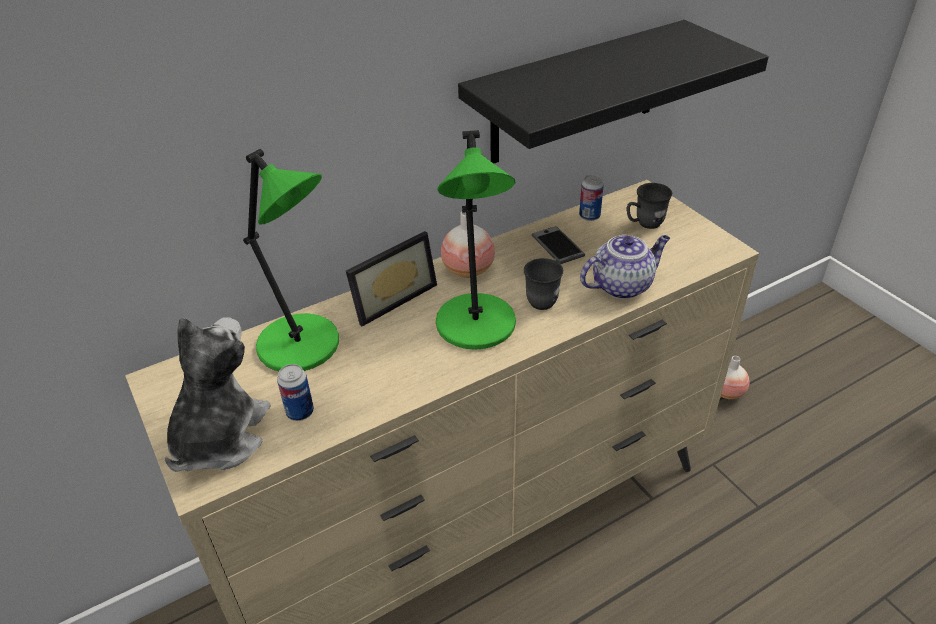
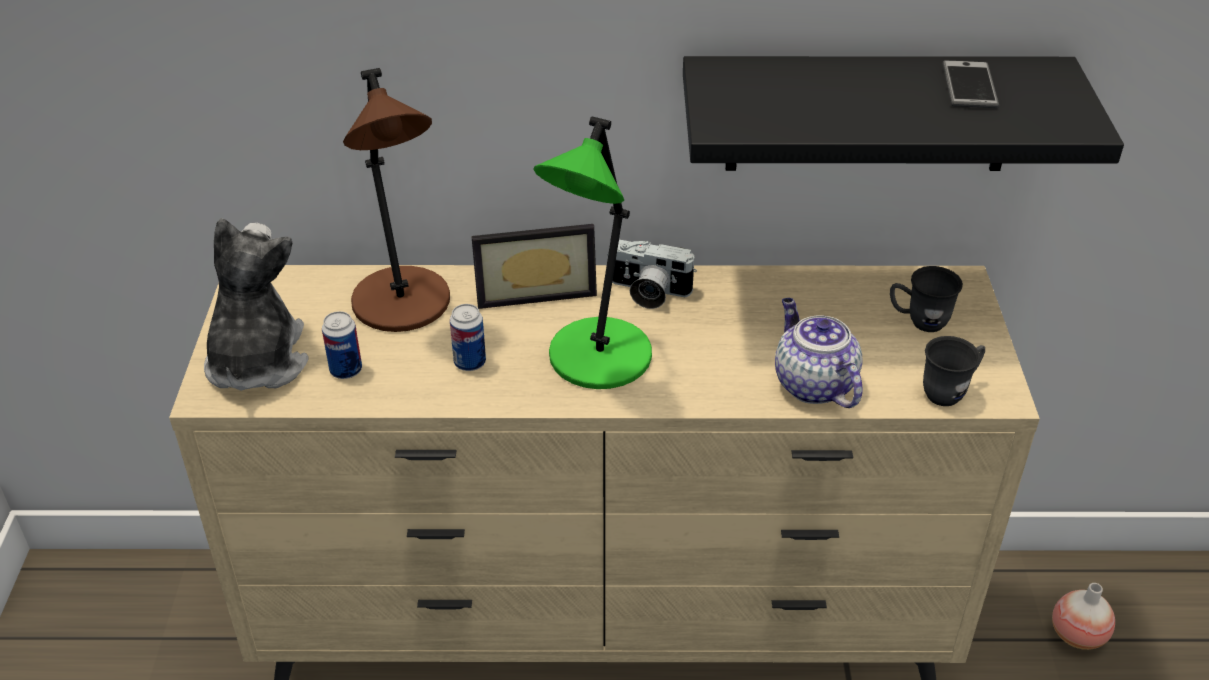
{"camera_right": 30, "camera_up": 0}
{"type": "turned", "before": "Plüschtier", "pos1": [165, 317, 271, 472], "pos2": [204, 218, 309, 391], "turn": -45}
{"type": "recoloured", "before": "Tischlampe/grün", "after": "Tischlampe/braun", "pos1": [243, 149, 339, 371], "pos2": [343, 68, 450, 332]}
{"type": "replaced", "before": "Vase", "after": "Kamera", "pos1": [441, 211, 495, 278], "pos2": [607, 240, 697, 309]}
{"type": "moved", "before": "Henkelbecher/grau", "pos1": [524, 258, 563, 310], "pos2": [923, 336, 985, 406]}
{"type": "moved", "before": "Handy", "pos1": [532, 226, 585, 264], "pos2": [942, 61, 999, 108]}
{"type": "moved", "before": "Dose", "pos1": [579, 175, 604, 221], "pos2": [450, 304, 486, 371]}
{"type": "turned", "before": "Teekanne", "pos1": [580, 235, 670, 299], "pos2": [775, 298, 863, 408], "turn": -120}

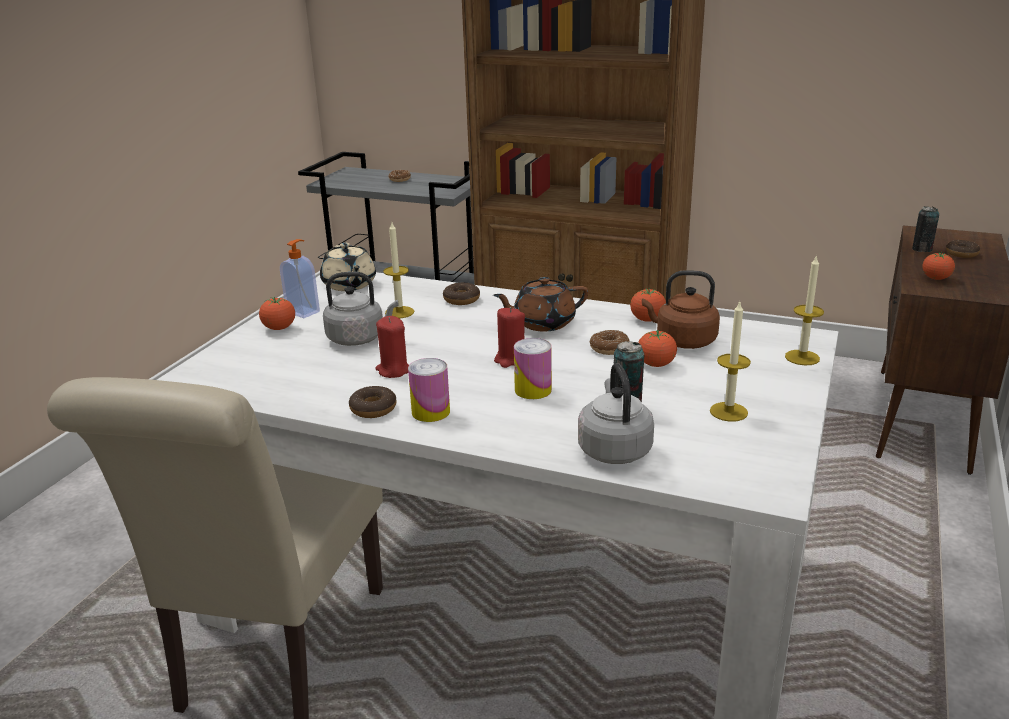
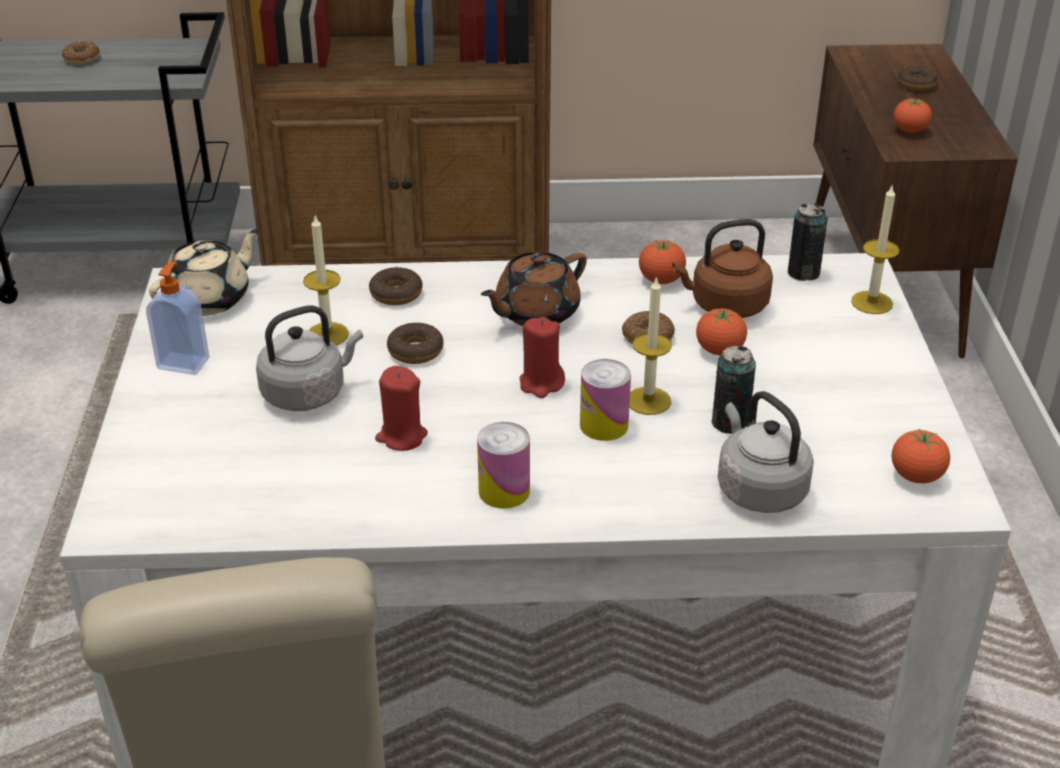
{"camera_right": -25, "camera_up": 10}
{"type": "moved", "before": "Tomate", "pos1": [259, 297, 295, 330], "pos2": [892, 429, 950, 483]}
{"type": "turned", "before": "Teekanne/beige", "pos1": [320, 243, 376, 291], "pos2": [149, 229, 260, 316], "turn": -90}
{"type": "moved", "before": "Donut", "pos1": [349, 386, 397, 418], "pos2": [387, 323, 443, 364]}
{"type": "moved", "before": "Kerze", "pos1": [710, 302, 751, 422], "pos2": [629, 276, 672, 415]}
{"type": "moved", "before": "Dose", "pos1": [912, 206, 939, 252], "pos2": [788, 203, 828, 281]}

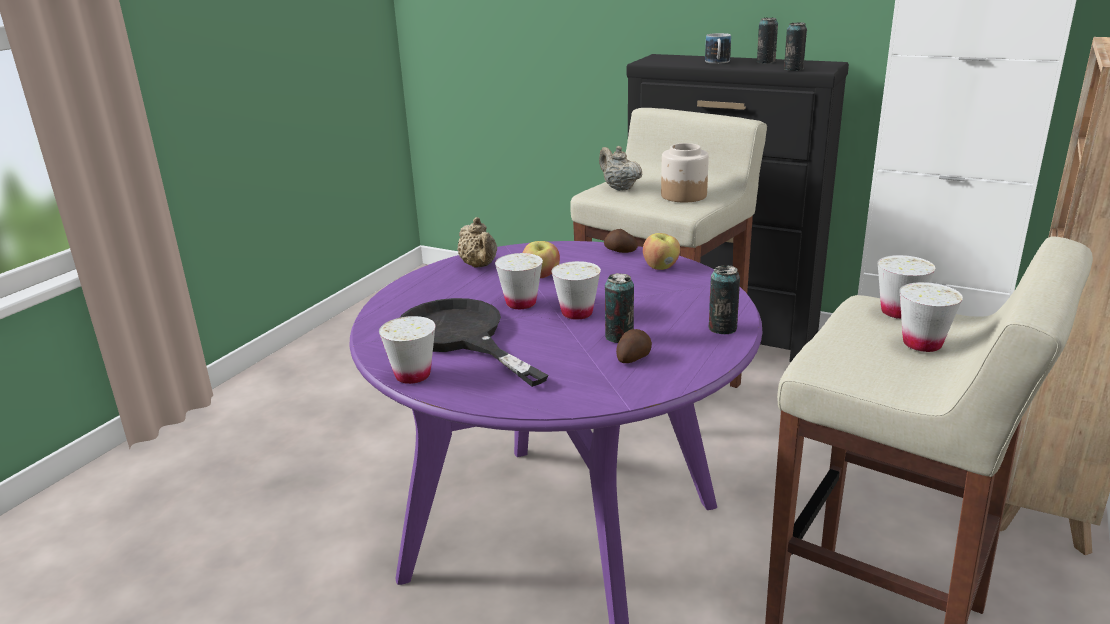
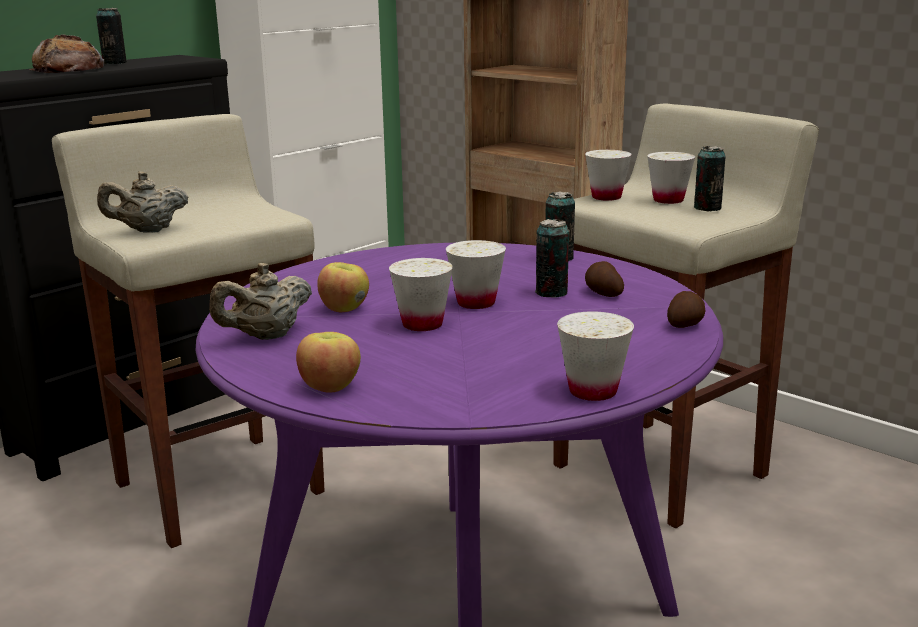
{"camera_right": -75, "camera_up": -5}
{"type": "removed", "before": "Pfanne/schwarz", "pos1": [400, 298, 548, 387]}
{"type": "turned", "before": "Teekanne/beige", "pos1": [457, 217, 497, 268], "pos2": [209, 263, 312, 340], "turn": 150}
{"type": "moved", "before": "Kartoffel", "pos1": [604, 229, 638, 253], "pos2": [667, 291, 705, 328]}
{"type": "moved", "before": "Apfel", "pos1": [643, 233, 680, 270], "pos2": [296, 332, 361, 393]}
{"type": "removed", "before": "Vorratsglas", "pos1": [661, 143, 709, 203]}
{"type": "replaced", "before": "Henkelbecher", "after": "Brot", "pos1": [705, 33, 731, 64], "pos2": [30, 34, 104, 73]}
{"type": "moved", "before": "Dose", "pos1": [784, 22, 807, 71], "pos2": [694, 146, 725, 212]}

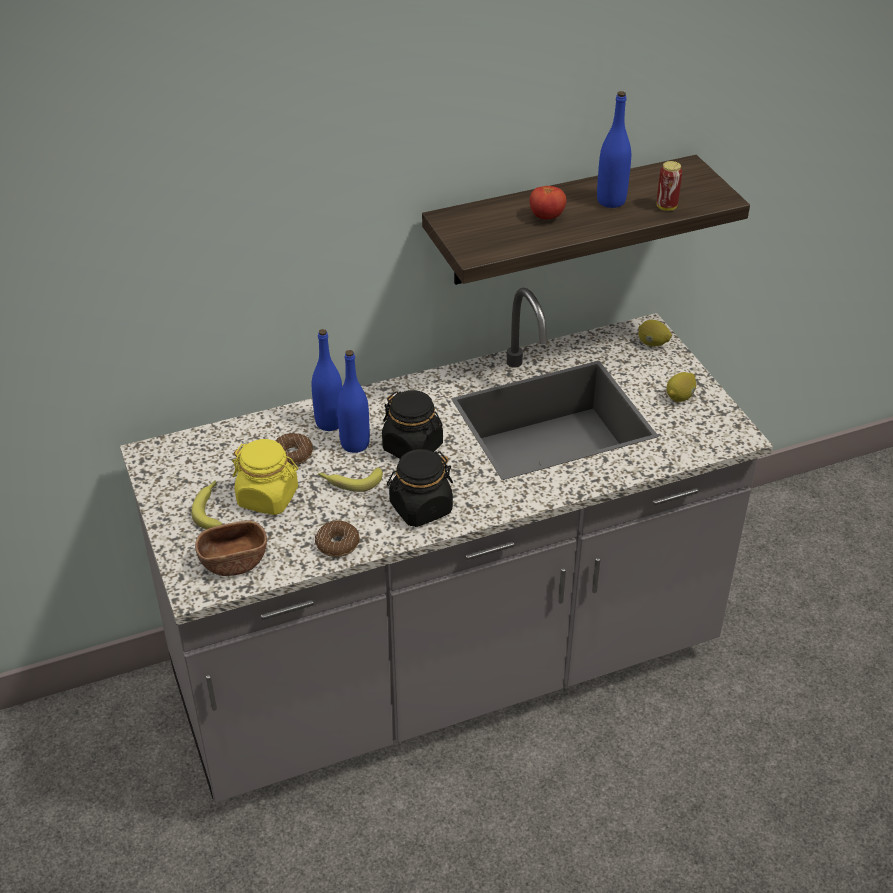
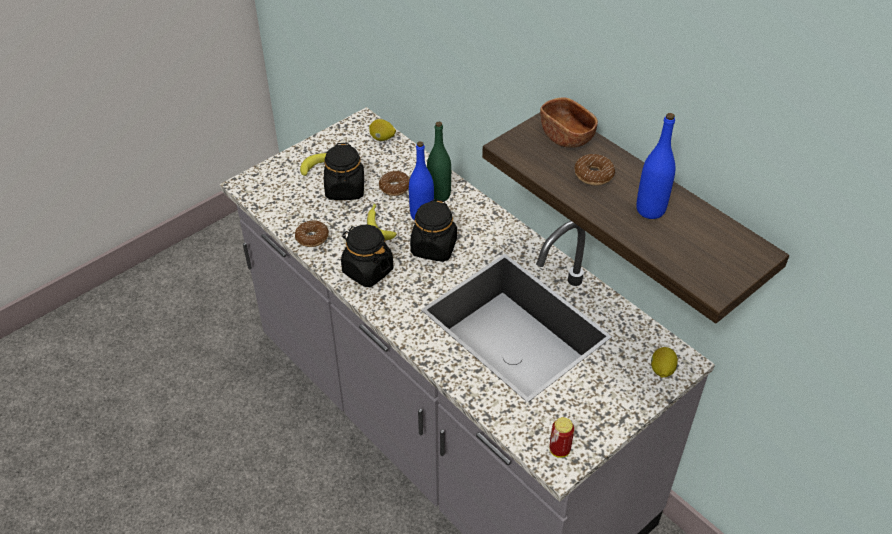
{"camera_right": 70, "camera_up": 5}
{"type": "moved", "before": "Schüssel/braun", "pos1": [195, 521, 267, 576], "pos2": [540, 97, 598, 147]}
{"type": "recoloured", "before": "Vorratsglas/gelb", "after": "Vorratsglas/schwarz", "pos1": [232, 439, 298, 515], "pos2": [324, 143, 364, 200]}
{"type": "recoloured", "before": "Flasche/blau", "after": "Flasche/grün", "pos1": [312, 329, 342, 431], "pos2": [427, 122, 451, 202]}
{"type": "replaced", "before": "Tomate", "after": "Donut", "pos1": [530, 186, 566, 220], "pos2": [574, 154, 615, 186]}
{"type": "moved", "before": "Dose", "pos1": [657, 161, 682, 211], "pos2": [549, 417, 574, 458]}
{"type": "moved", "before": "Zitrone", "pos1": [666, 372, 696, 402], "pos2": [369, 119, 396, 141]}

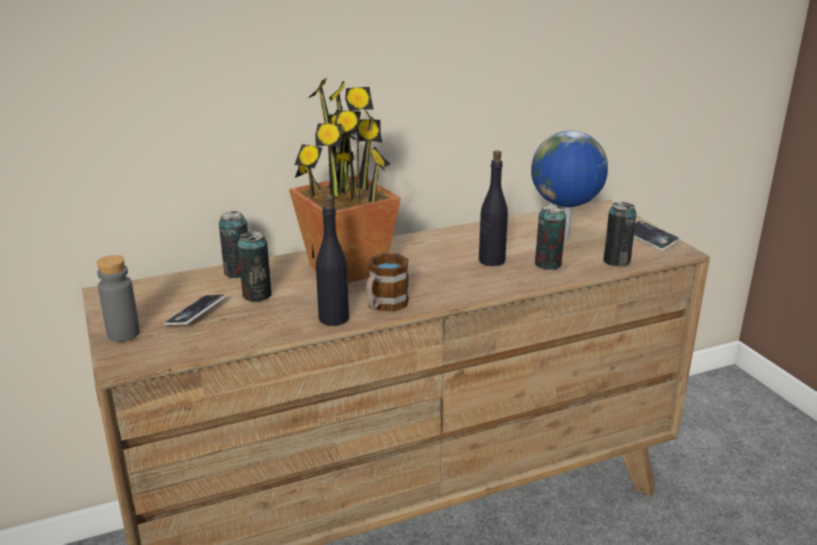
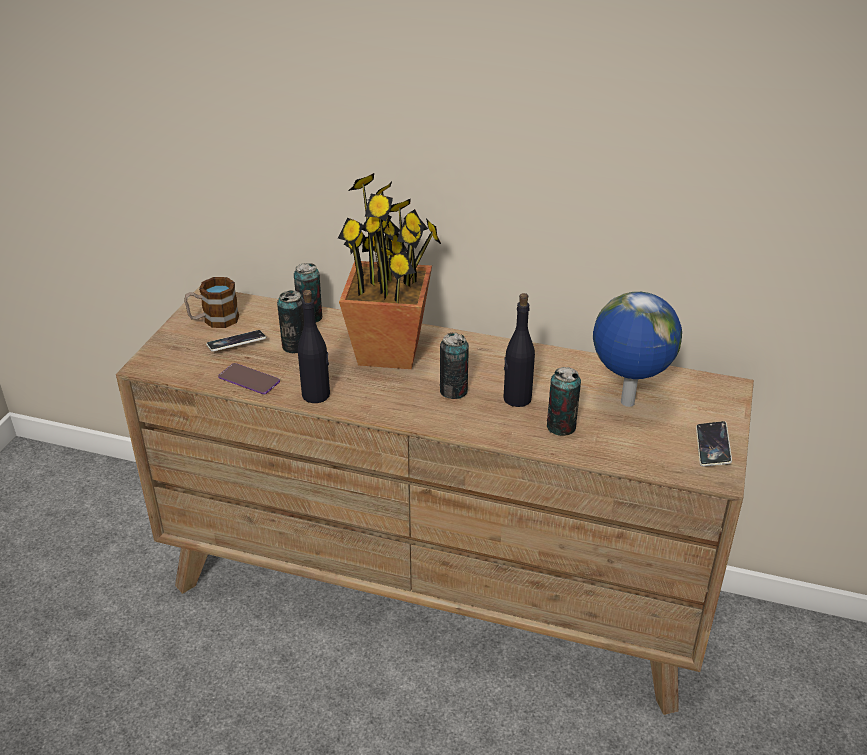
{"camera_right": 40, "camera_up": 10}
{"type": "removed", "before": "Flasche/grau", "pos1": [97, 255, 140, 341]}
{"type": "moved", "before": "Henkelbecher", "pos1": [366, 253, 409, 311], "pos2": [184, 277, 239, 328]}
{"type": "moved", "before": "Dose", "pos1": [603, 202, 637, 266], "pos2": [440, 333, 469, 399]}
{"type": "added", "after": "Handy", "pos2": [218, 363, 280, 395]}

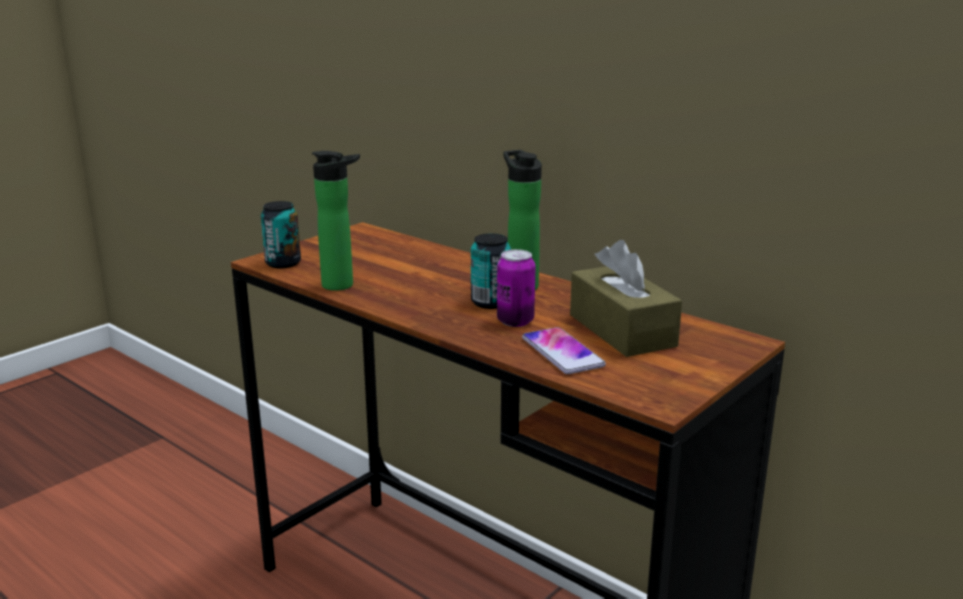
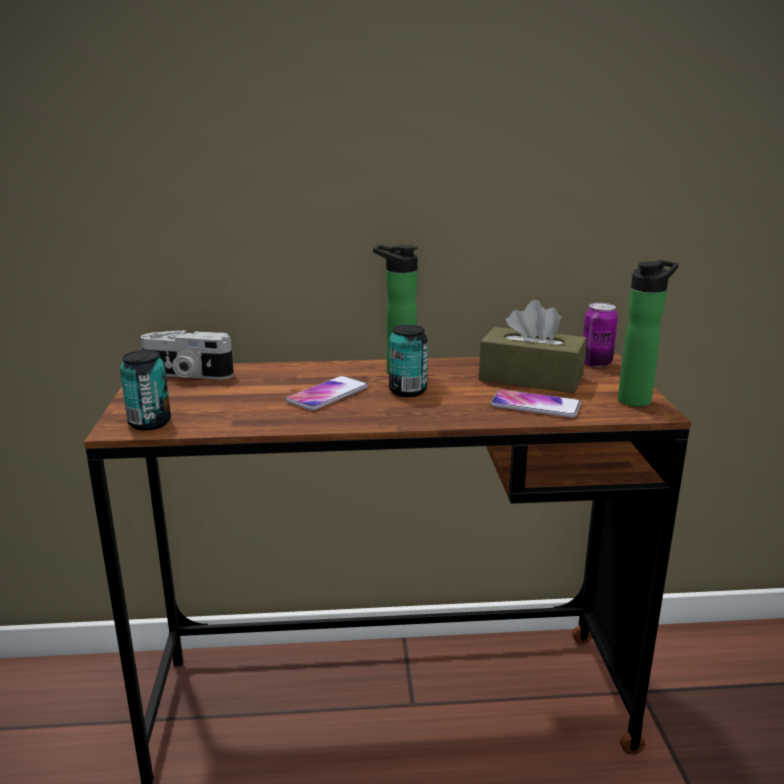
{"camera_right": -45, "camera_up": 0}
{"type": "moved", "before": "Flasche", "pos1": [312, 151, 360, 291], "pos2": [618, 260, 679, 407]}
{"type": "moved", "before": "Dose", "pos1": [497, 249, 536, 327], "pos2": [583, 303, 618, 367]}
{"type": "added", "after": "Kamera", "pos2": [141, 330, 234, 380]}
{"type": "added", "after": "Handy", "pos2": [286, 376, 368, 410]}

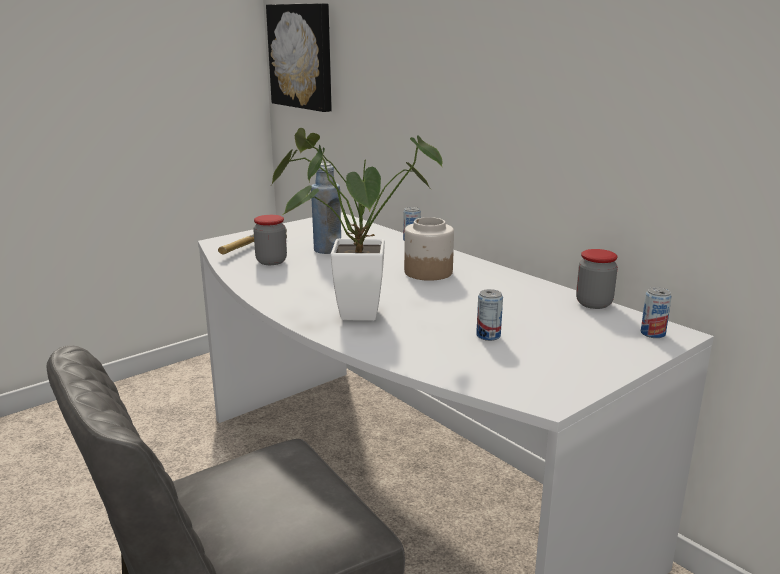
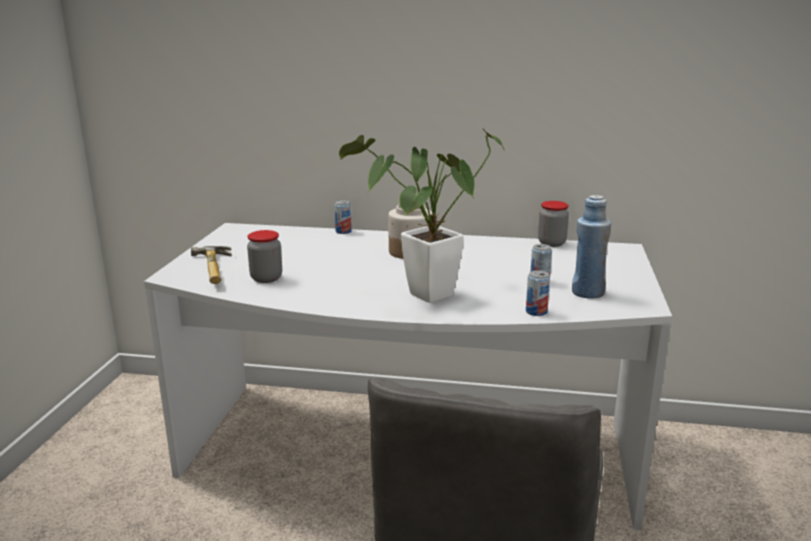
{"camera_right": -40, "camera_up": 0}
{"type": "removed", "before": "Bild", "pos1": [266, 3, 332, 112]}
{"type": "moved", "before": "Flasche/blau", "pos1": [311, 163, 341, 254], "pos2": [572, 195, 611, 299]}
{"type": "moved", "before": "Dose", "pos1": [641, 287, 672, 338], "pos2": [526, 270, 550, 316]}

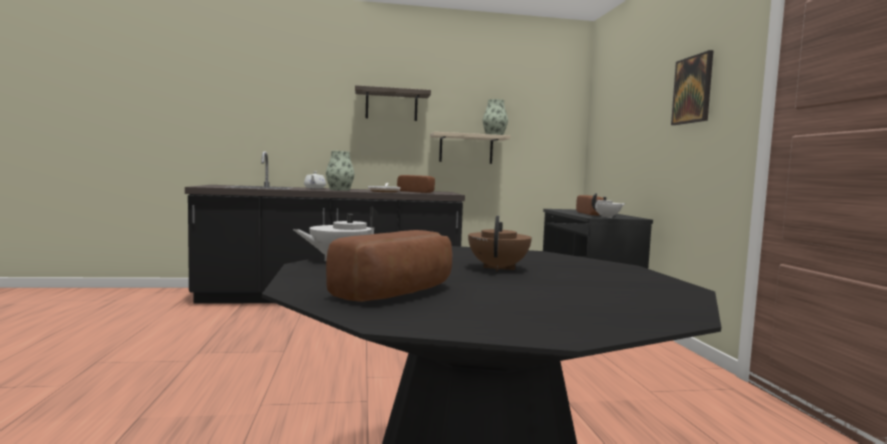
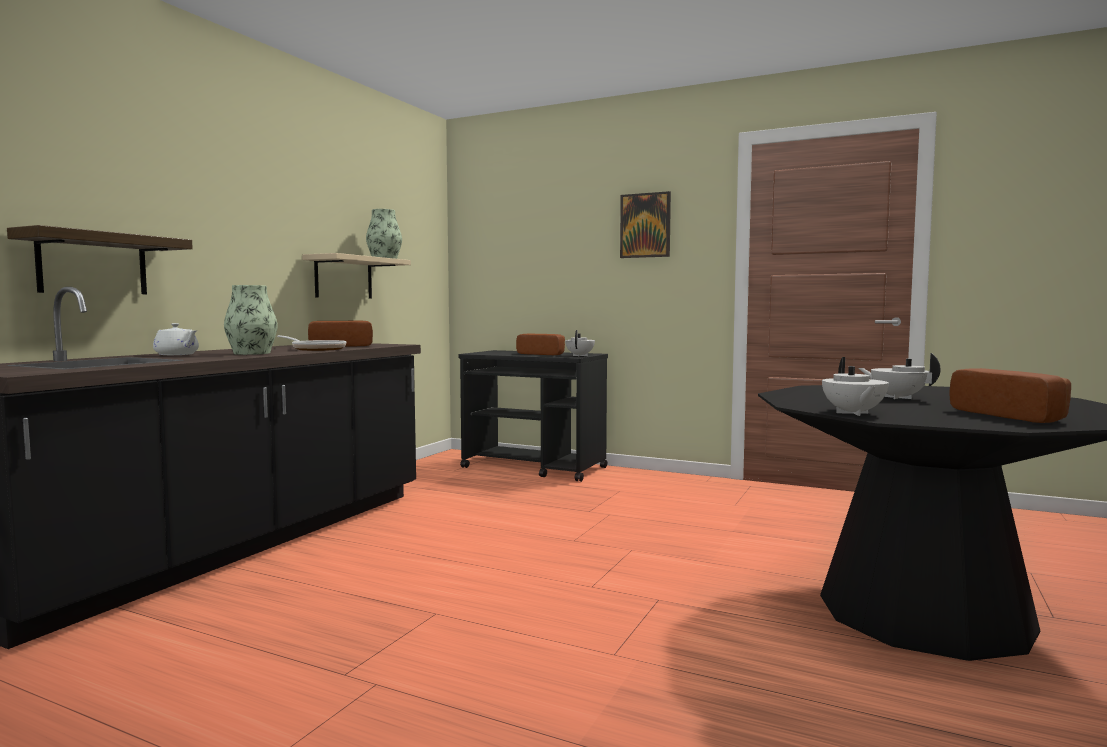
{"camera_right": -55, "camera_up": 0}
{"type": "moved", "before": "Wandregal", "pos1": [355, 85, 431, 121], "pos2": [7, 225, 193, 294]}
{"type": "recoloured", "before": "Teekanne/braun", "after": "Teekanne/weiß", "pos1": [468, 216, 532, 271], "pos2": [859, 353, 940, 399]}

